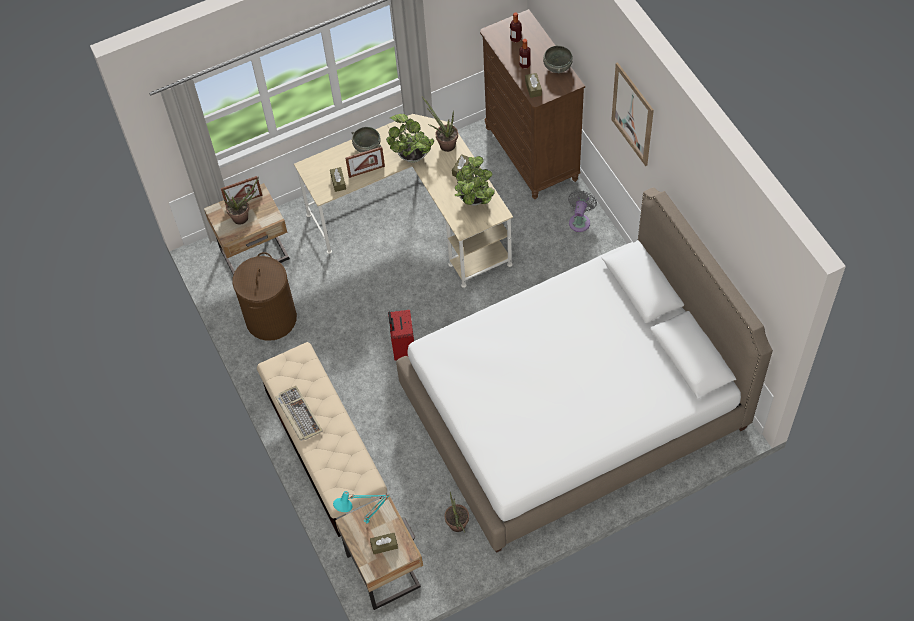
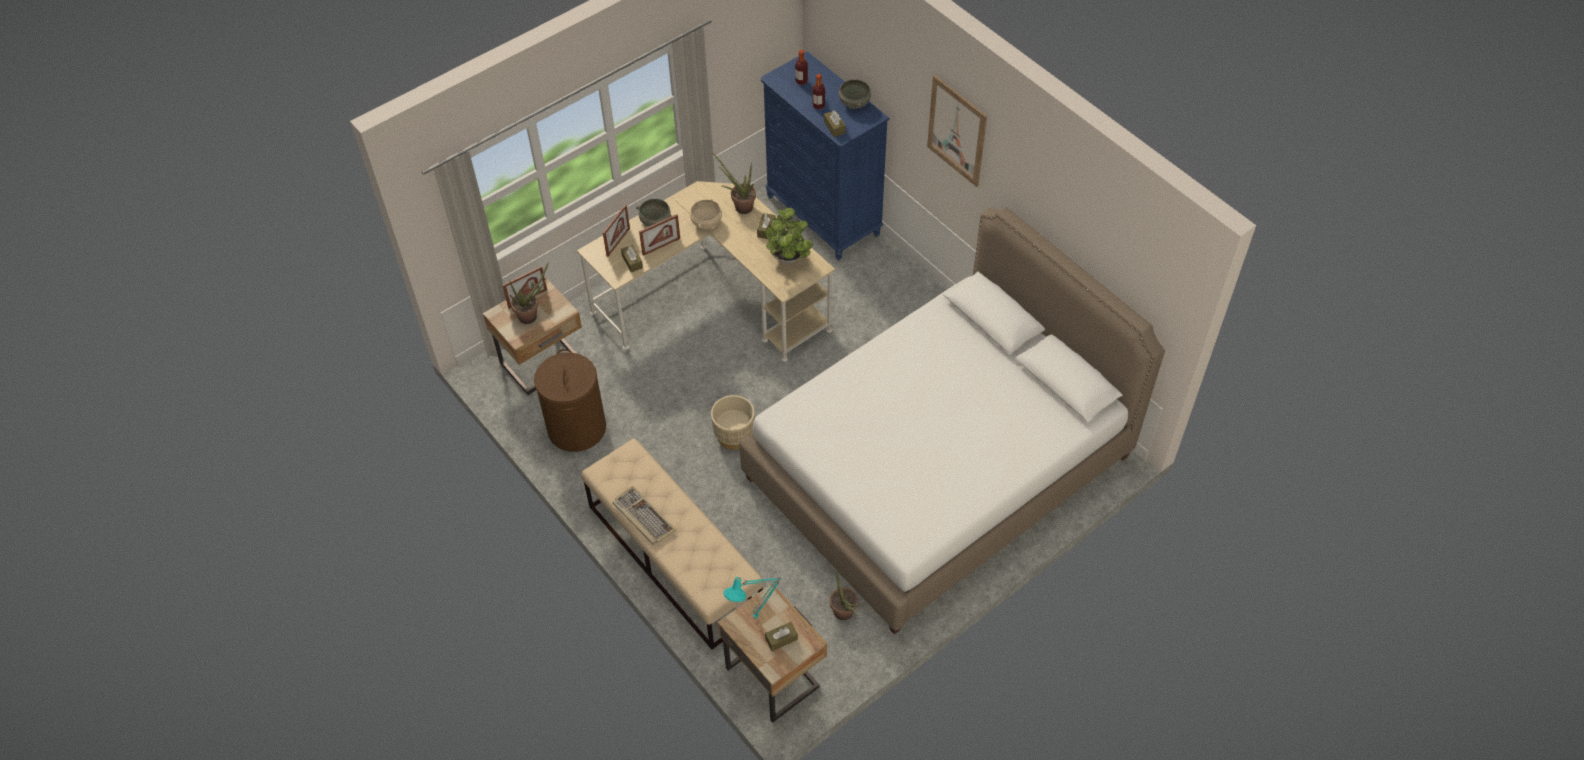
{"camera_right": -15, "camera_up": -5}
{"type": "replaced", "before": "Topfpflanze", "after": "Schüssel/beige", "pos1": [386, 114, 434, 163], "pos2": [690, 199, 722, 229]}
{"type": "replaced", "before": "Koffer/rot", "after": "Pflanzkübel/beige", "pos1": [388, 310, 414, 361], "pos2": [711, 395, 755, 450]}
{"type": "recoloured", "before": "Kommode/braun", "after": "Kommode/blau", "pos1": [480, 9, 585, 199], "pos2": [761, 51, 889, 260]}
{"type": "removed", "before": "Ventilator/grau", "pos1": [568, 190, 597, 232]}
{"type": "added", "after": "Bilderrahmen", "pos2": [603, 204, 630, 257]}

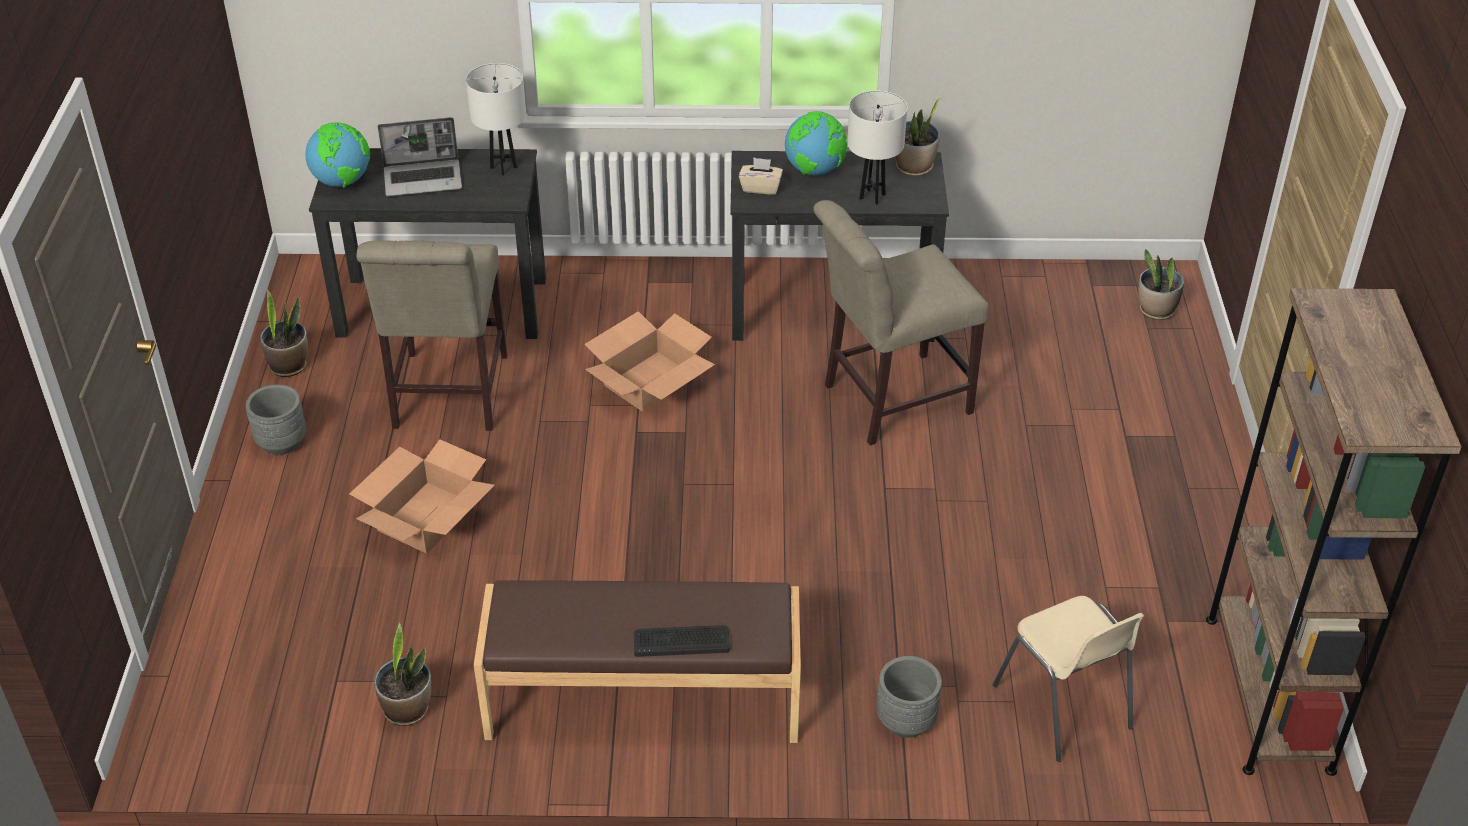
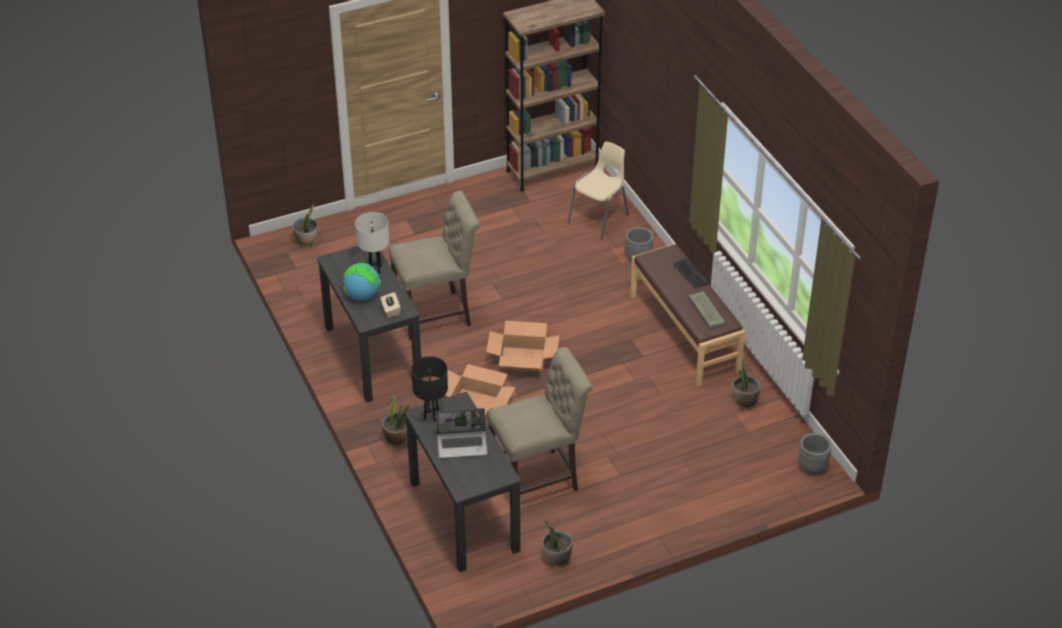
{"camera_right": -115, "camera_up": 0}
{"type": "moved", "before": "Pflanzkübel/grau", "pos1": [246, 385, 306, 455], "pos2": [798, 433, 832, 474]}
{"type": "removed", "before": "Globus", "pos1": [305, 122, 370, 188]}
{"type": "moved", "before": "Karton", "pos1": [350, 440, 495, 553], "pos2": [486, 321, 560, 372]}
{"type": "turned", "before": "Laptop", "pos1": [378, 117, 462, 196], "pos2": [436, 408, 488, 458], "turn": 120}
{"type": "recoloured", "before": "Tischlampe/weiß", "after": "Tischlampe/schwarz", "pos1": [466, 63, 526, 176], "pos2": [411, 356, 448, 422]}
{"type": "turned", "before": "Stuhl/beige", "pos1": [813, 200, 989, 445], "pos2": [389, 191, 480, 340], "turn": -60}
{"type": "moved", "before": "Topfpflanze", "pos1": [895, 98, 941, 176], "pos2": [382, 395, 409, 447]}
{"type": "added", "after": "Tastatur", "pos2": [688, 291, 726, 330]}

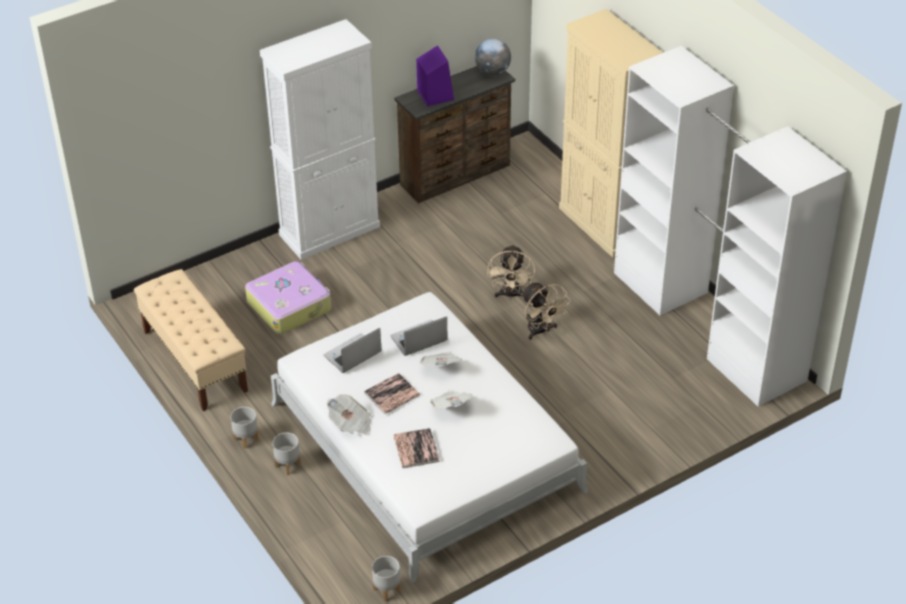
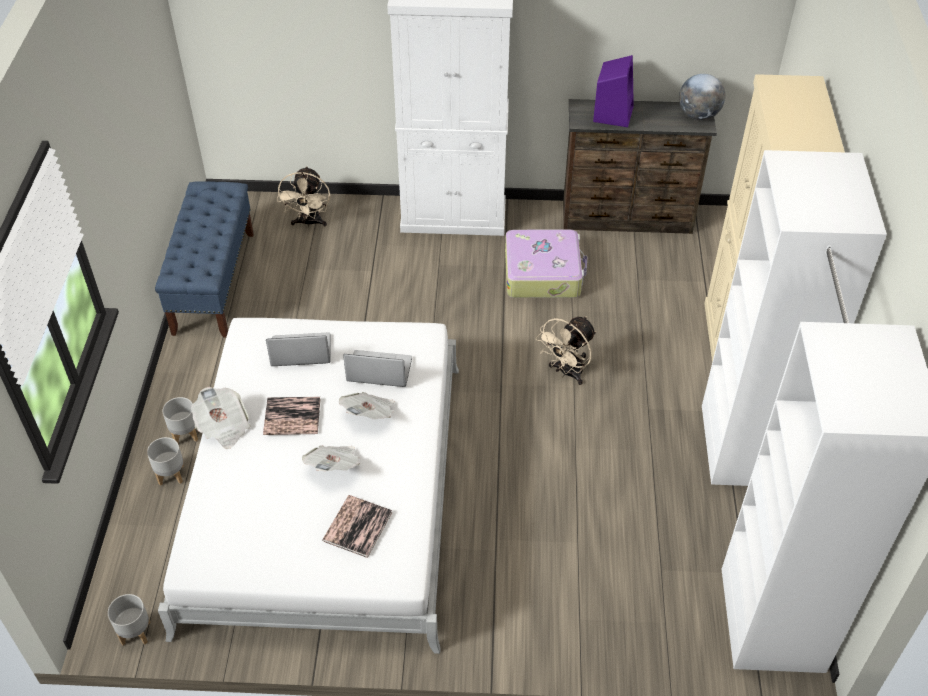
{"camera_right": 35, "camera_up": 5}
{"type": "recoloured", "before": "Bank/beige", "after": "Bank/blau", "pos1": [134, 269, 248, 411], "pos2": [155, 181, 254, 337]}
{"type": "moved", "before": "Pflanzkübel/grau", "pos1": [231, 407, 259, 449], "pos2": [147, 437, 184, 486]}
{"type": "moved", "before": "Koffer", "pos1": [245, 261, 331, 334], "pos2": [505, 229, 587, 298]}
{"type": "moved", "before": "Buch", "pos1": [393, 428, 440, 468], "pos2": [322, 495, 392, 558]}
{"type": "moved", "before": "Ventilator/beige", "pos1": [521, 282, 571, 340], "pos2": [277, 166, 330, 227]}

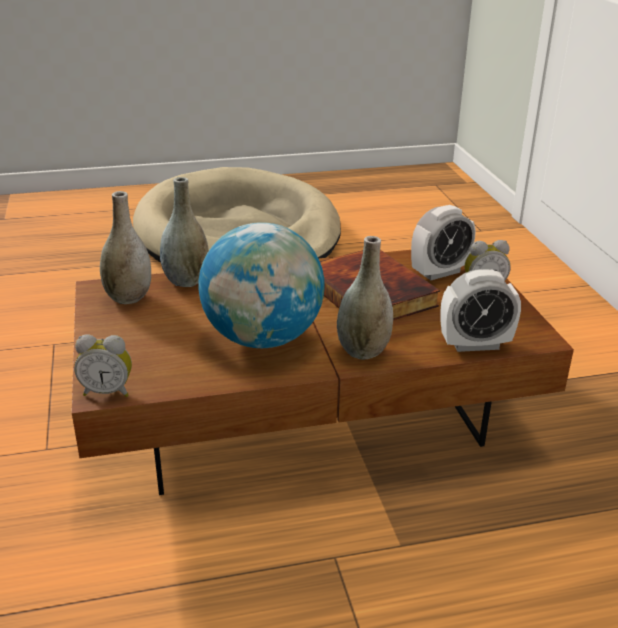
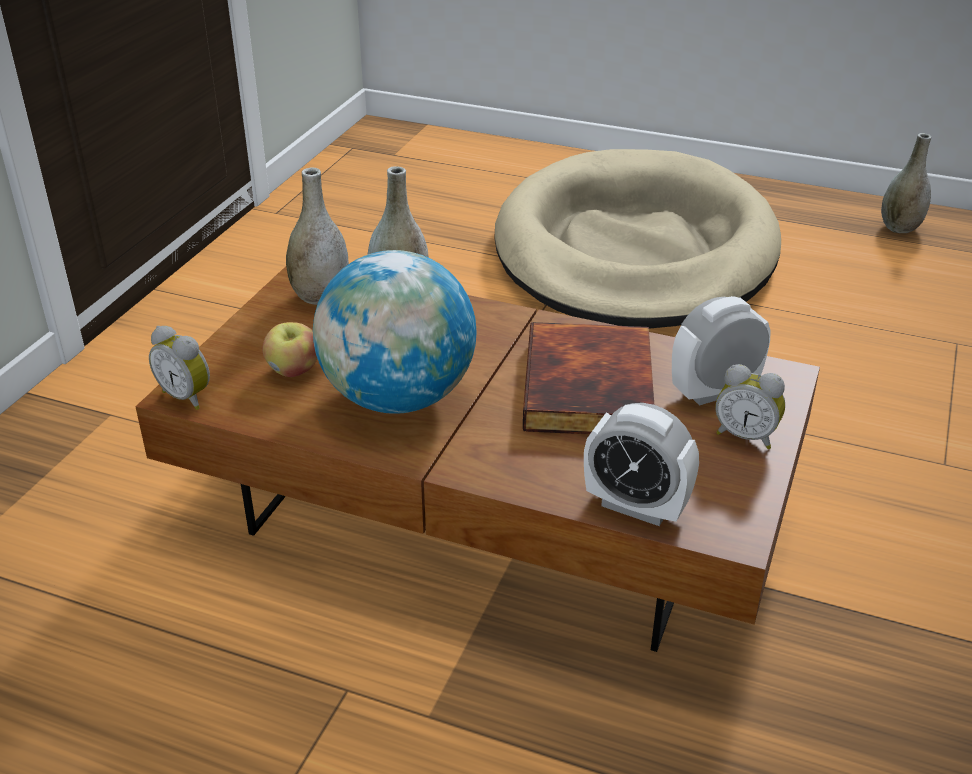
{"camera_right": 35, "camera_up": 5}
{"type": "moved", "before": "Vase/grau", "pos1": [337, 236, 393, 360], "pos2": [881, 133, 931, 233]}
{"type": "turned", "before": "Wecker", "pos1": [411, 205, 475, 280], "pos2": [672, 296, 771, 406], "turn": 150}
{"type": "added", "after": "Apfel", "pos2": [262, 322, 317, 377]}

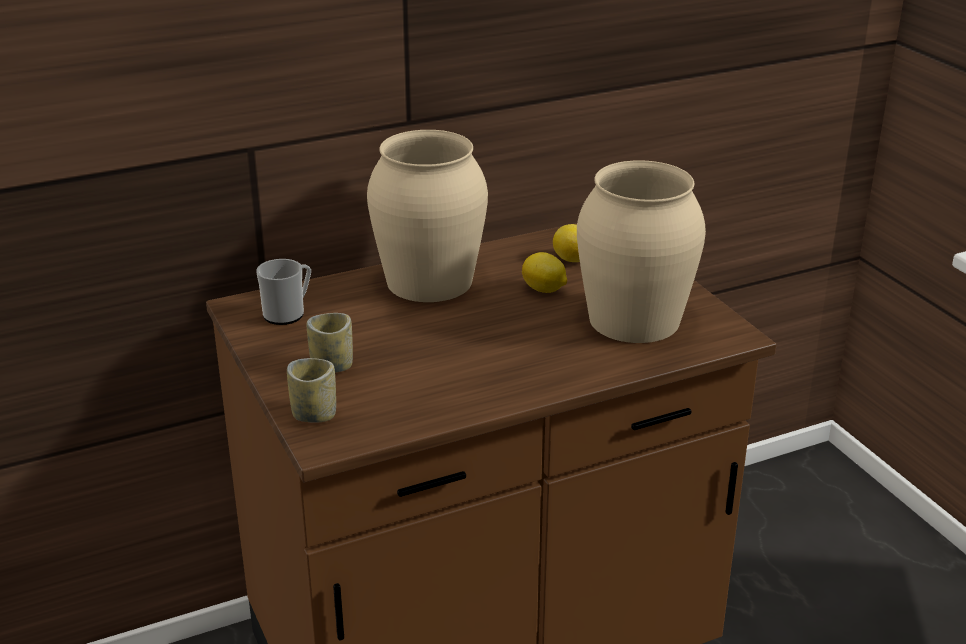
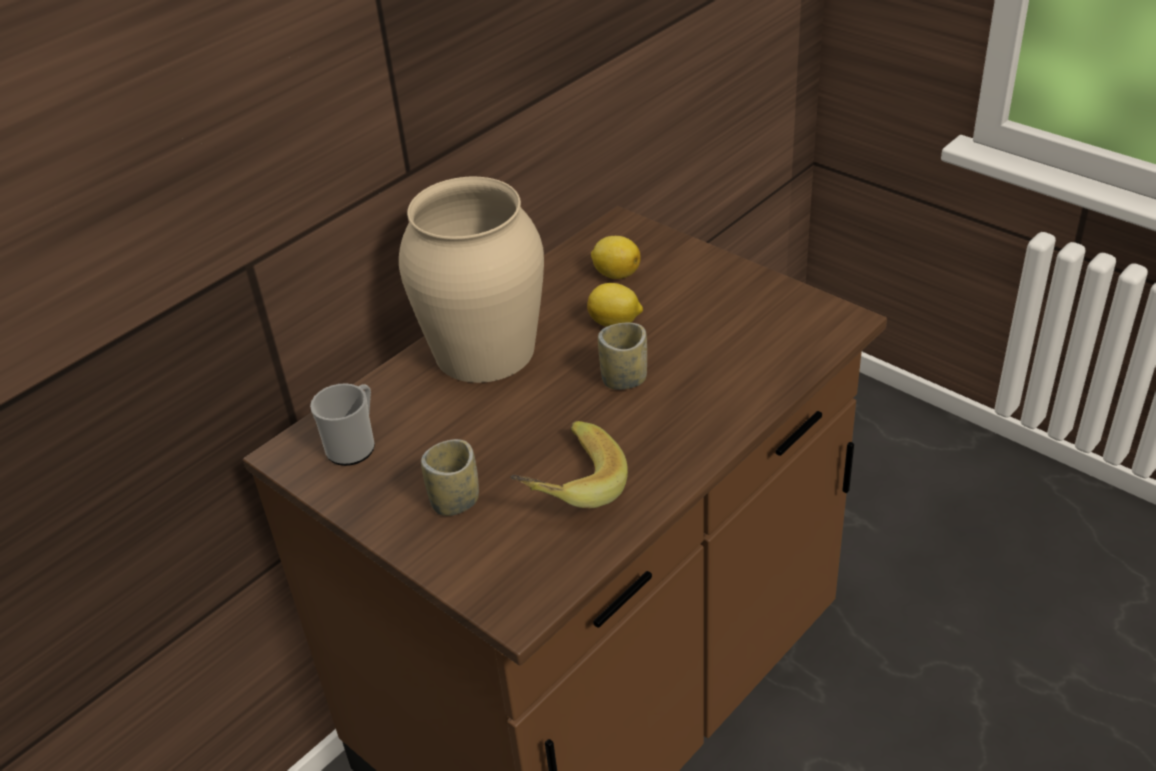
{"camera_right": -20, "camera_up": 10}
{"type": "moved", "before": "Tasse", "pos1": [287, 358, 336, 423], "pos2": [598, 323, 647, 390]}
{"type": "removed", "before": "Vase/beige", "pos1": [577, 160, 706, 343]}
{"type": "added", "after": "Banane", "pos2": [510, 421, 628, 508]}

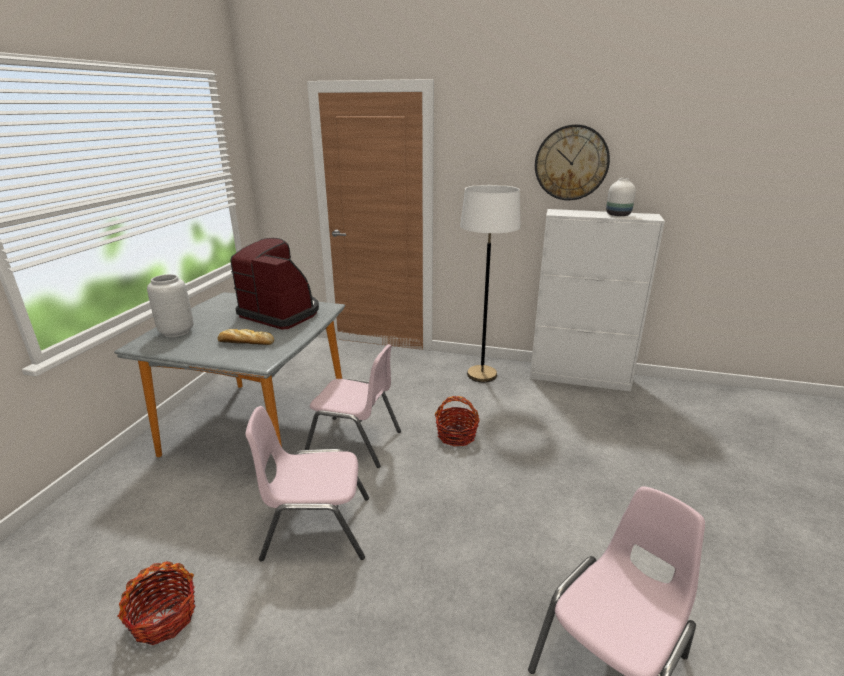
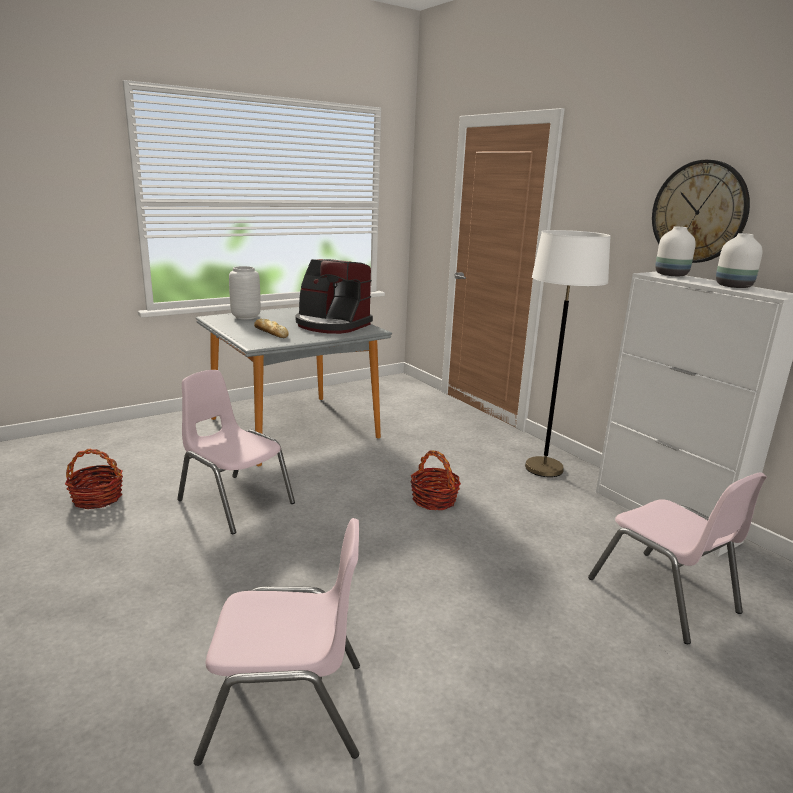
{"camera_right": 40, "camera_up": -5}
{"type": "turned", "before": "Kaffeemaschine", "pos1": [230, 238, 319, 330], "pos2": [295, 259, 373, 334], "turn": 135}
{"type": "moved", "before": "Stuhl/rosa", "pos1": [304, 344, 401, 468], "pos2": [588, 472, 767, 644]}
{"type": "added", "after": "Vase/weiß", "pos2": [655, 226, 696, 276]}

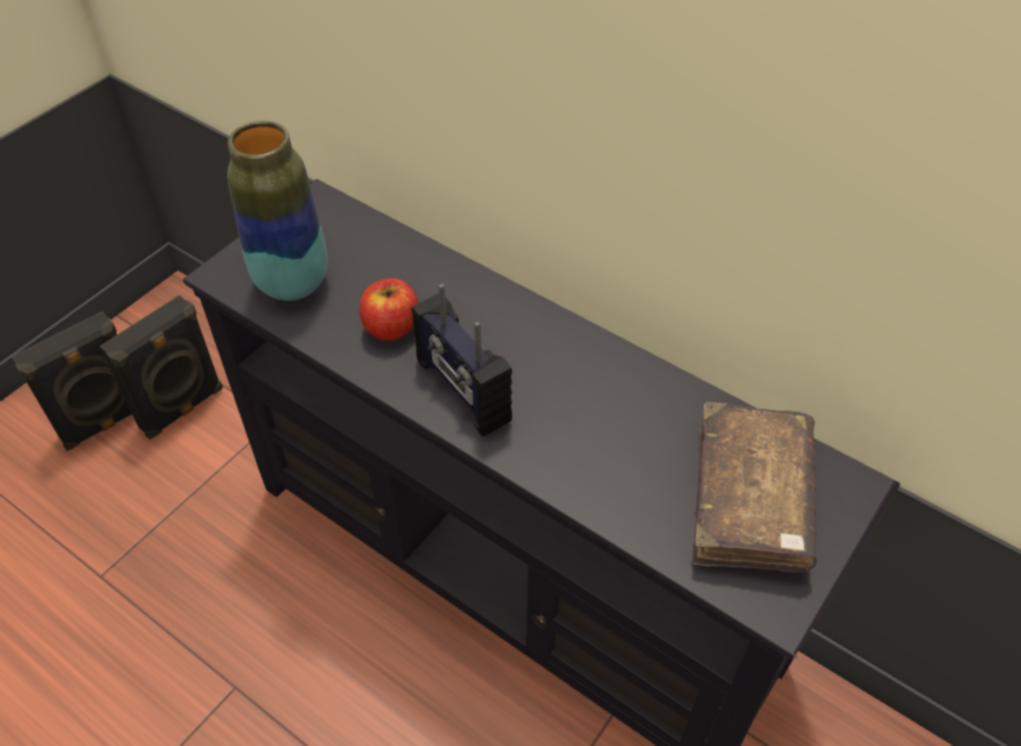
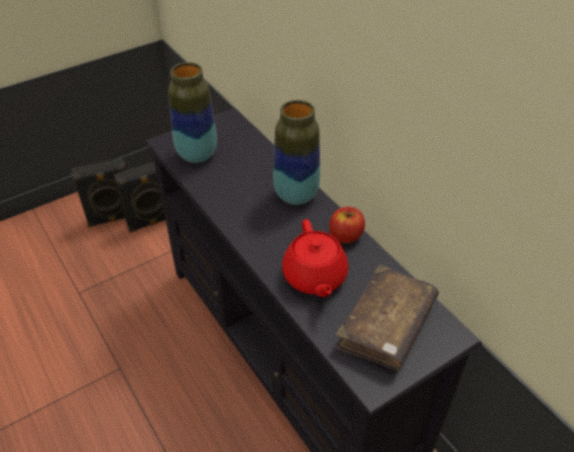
{"camera_right": 20, "camera_up": -5}
{"type": "moved", "before": "Apfel", "pos1": [360, 278, 419, 341], "pos2": [329, 207, 365, 243]}
{"type": "removed", "before": "Radio", "pos1": [412, 284, 512, 437]}
{"type": "added", "after": "Vase", "pos2": [273, 100, 320, 205]}
{"type": "added", "after": "Teekanne/rot", "pos2": [282, 219, 348, 297]}

